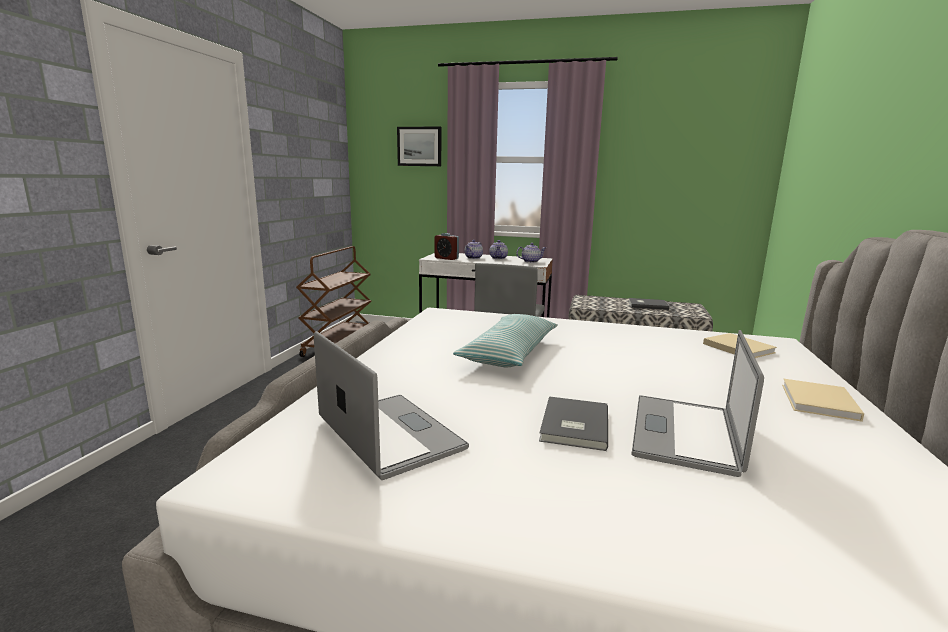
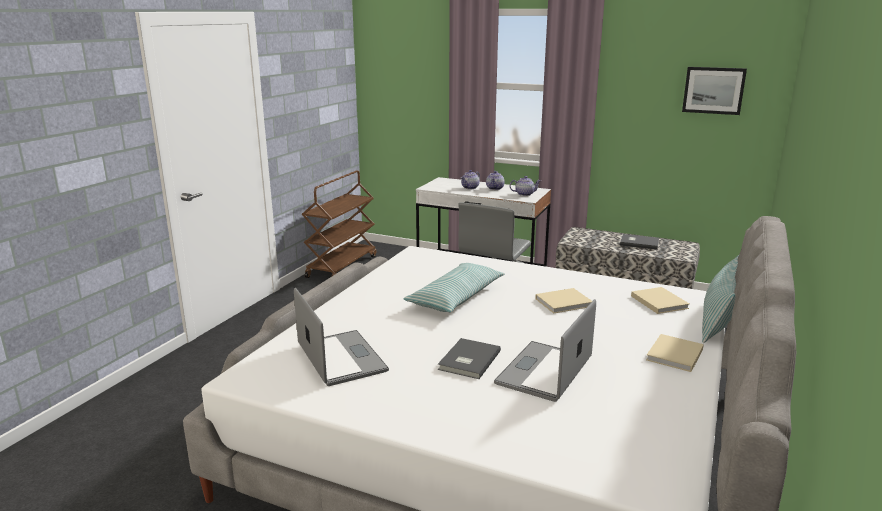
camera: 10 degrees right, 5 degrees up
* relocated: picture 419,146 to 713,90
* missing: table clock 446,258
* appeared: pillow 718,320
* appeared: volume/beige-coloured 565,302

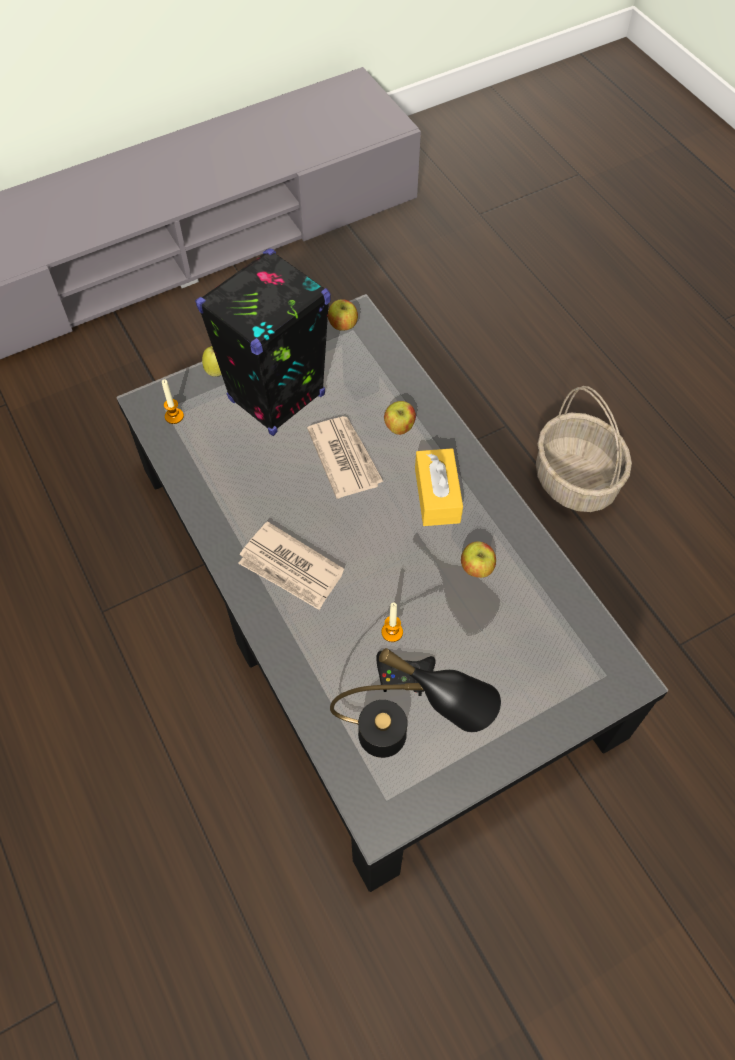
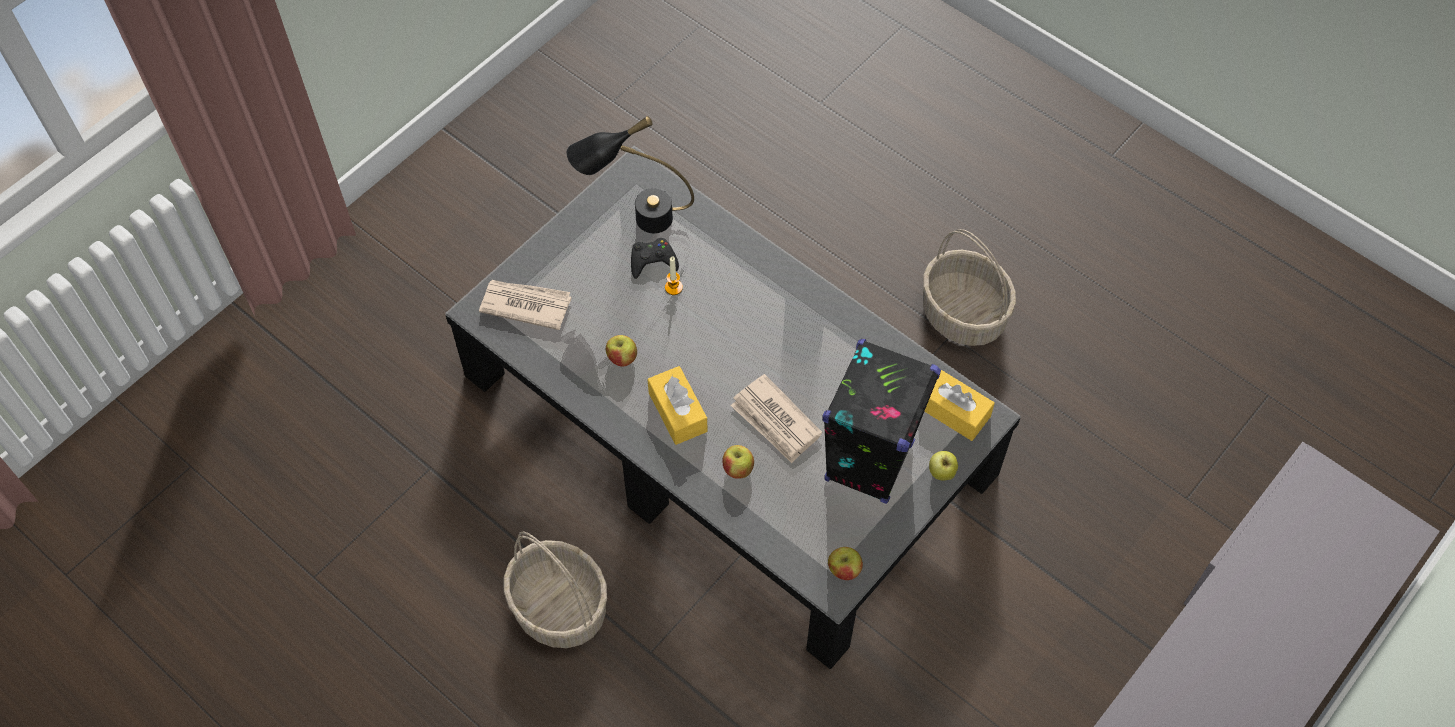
camera: 160 degrees right, 0 degrees up
* exchanged: wax light 174,416 to box of tissues/yellow 953,411
* relocated: newspaper 291,569 to 525,304
* appeared: basket 964,315

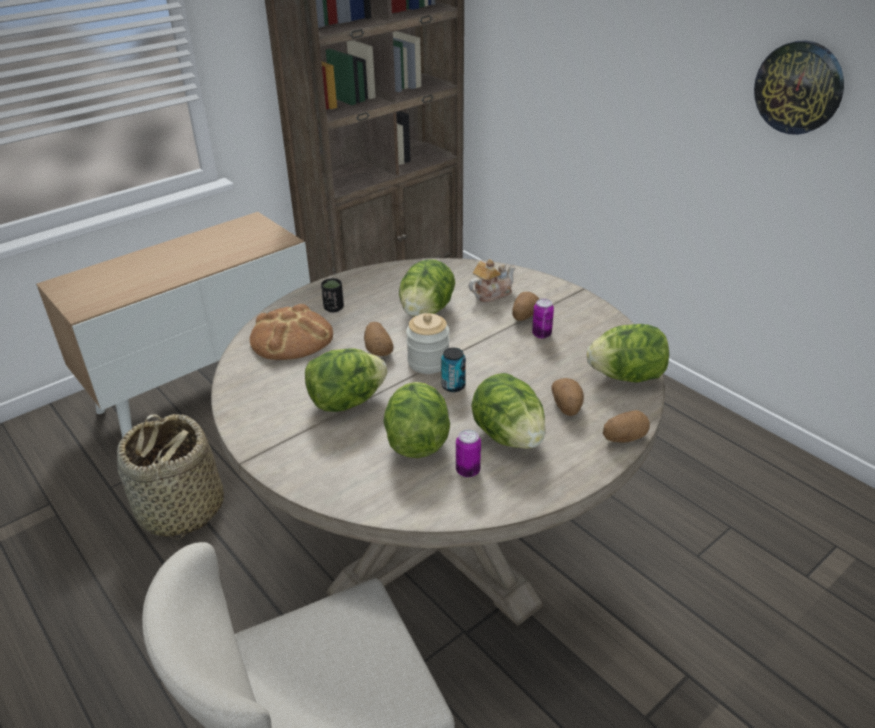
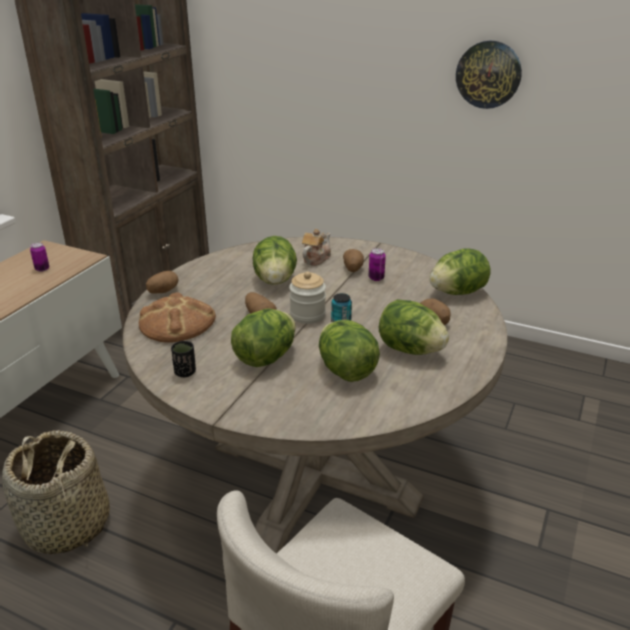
camera: 25 degrees left, 5 degrees down
* relocated: small cup/black 334,308 to 185,372
* relocated: spud 624,438 to 163,291
* relocated: metal can 468,471 to 42,269

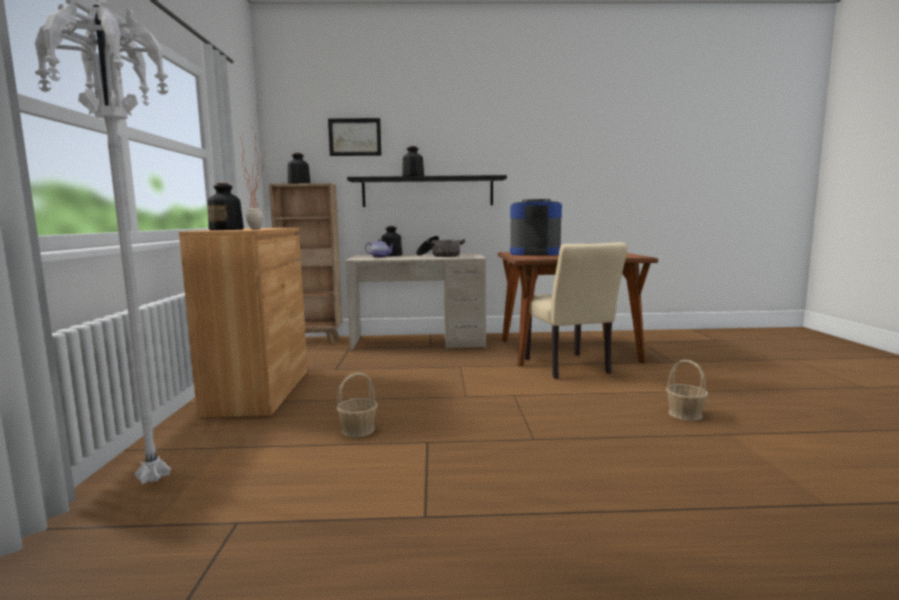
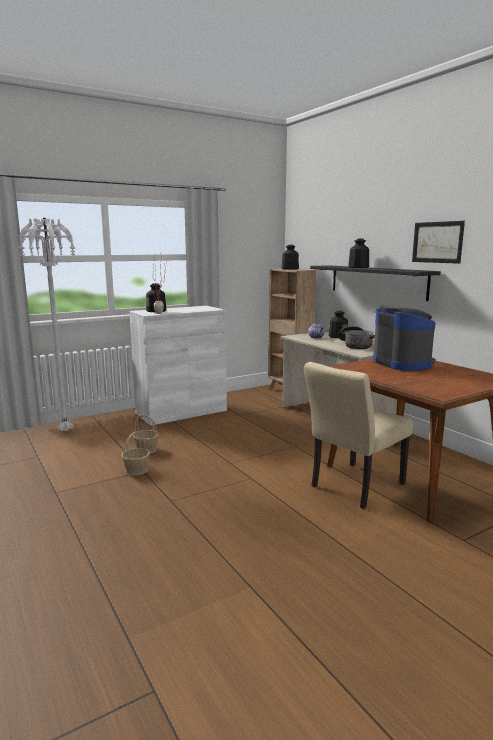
camera: 60 degrees right, 5 degrees up
* relocated: picture 355,137 to 437,242
* colour: cabinet/brownish 259,391 to cabinet/white-coloured 181,412
* relocated: basket 685,414 to 136,470

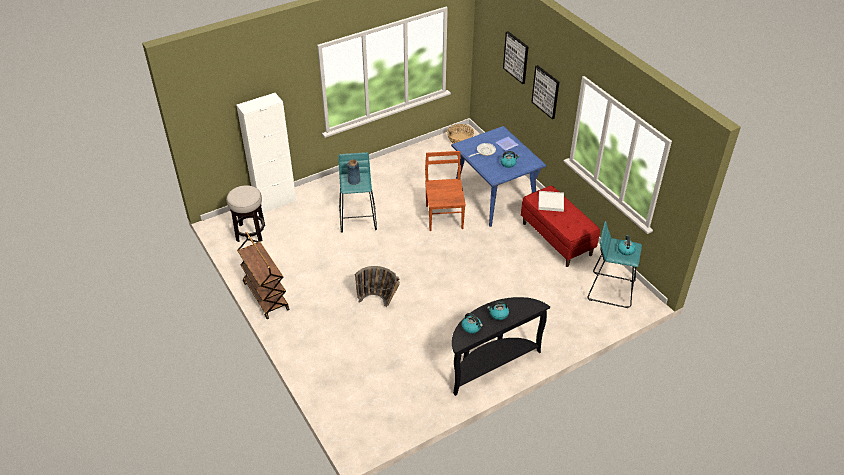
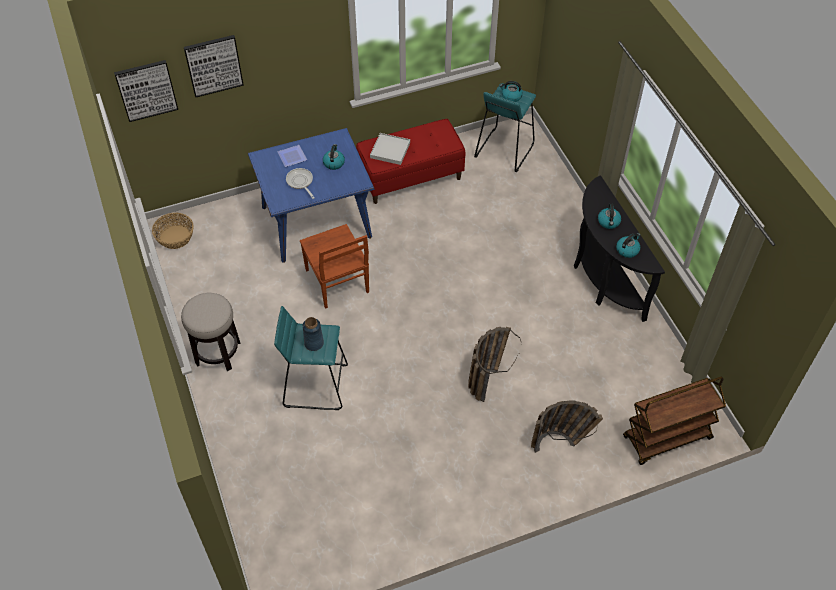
camera: 80 degrees left, 10 degrees up
* relocated: picture 546,91 to 146,90
* missing: cabinet/white-coloured 275,202
* spun: chair/brownish 444,216 = 337,282 120 degrees counterclockwise
* relocated: sitting stool 250,233 to 218,353
* relocated: wheeled cart/brownish 265,296 to 667,438
* appeared: basket 561,442

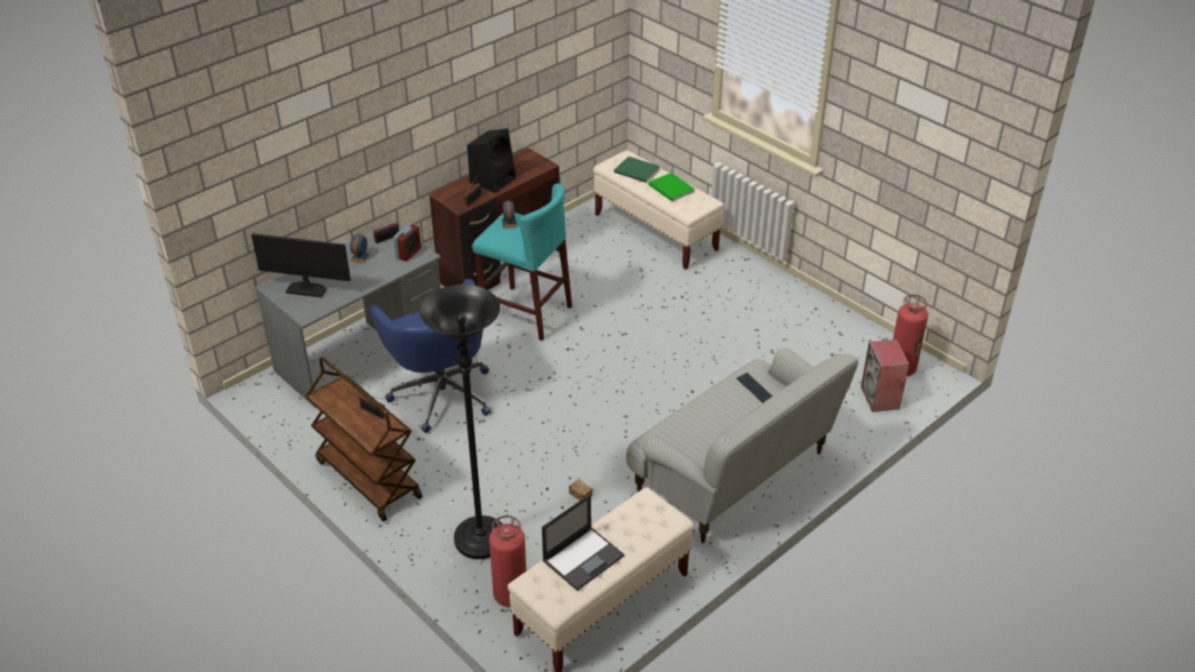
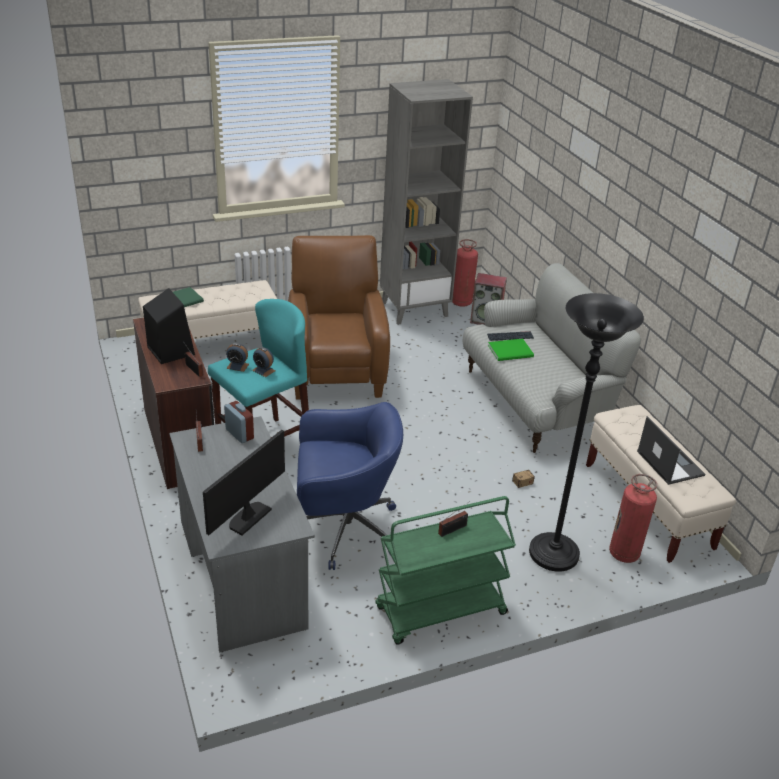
camera: 70 degrees left, 5 degrees down
* relocated: volume/greenish 671,189 to 512,351
* relocated: table clock 360,256 to 263,370
* colour: wheeled cart/brownish 367,479 to wheeled cart/greenish 440,612
* appeared: bookshelf/greyish 414,309
* appeared: armchair/brownish 336,368

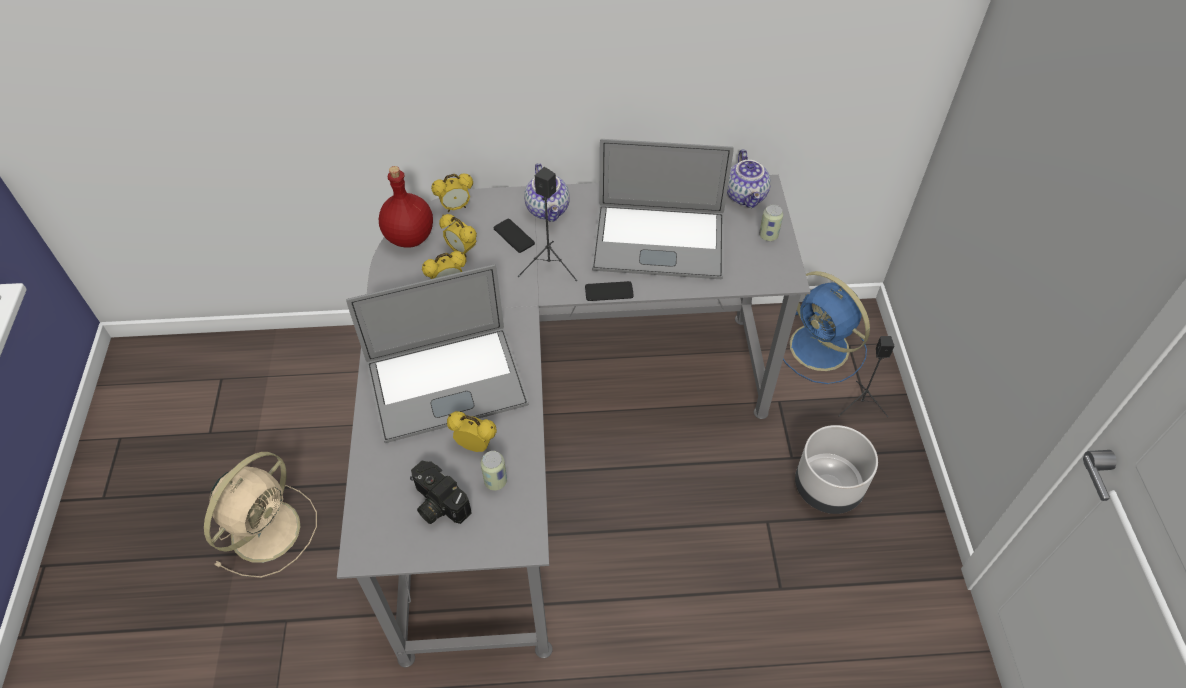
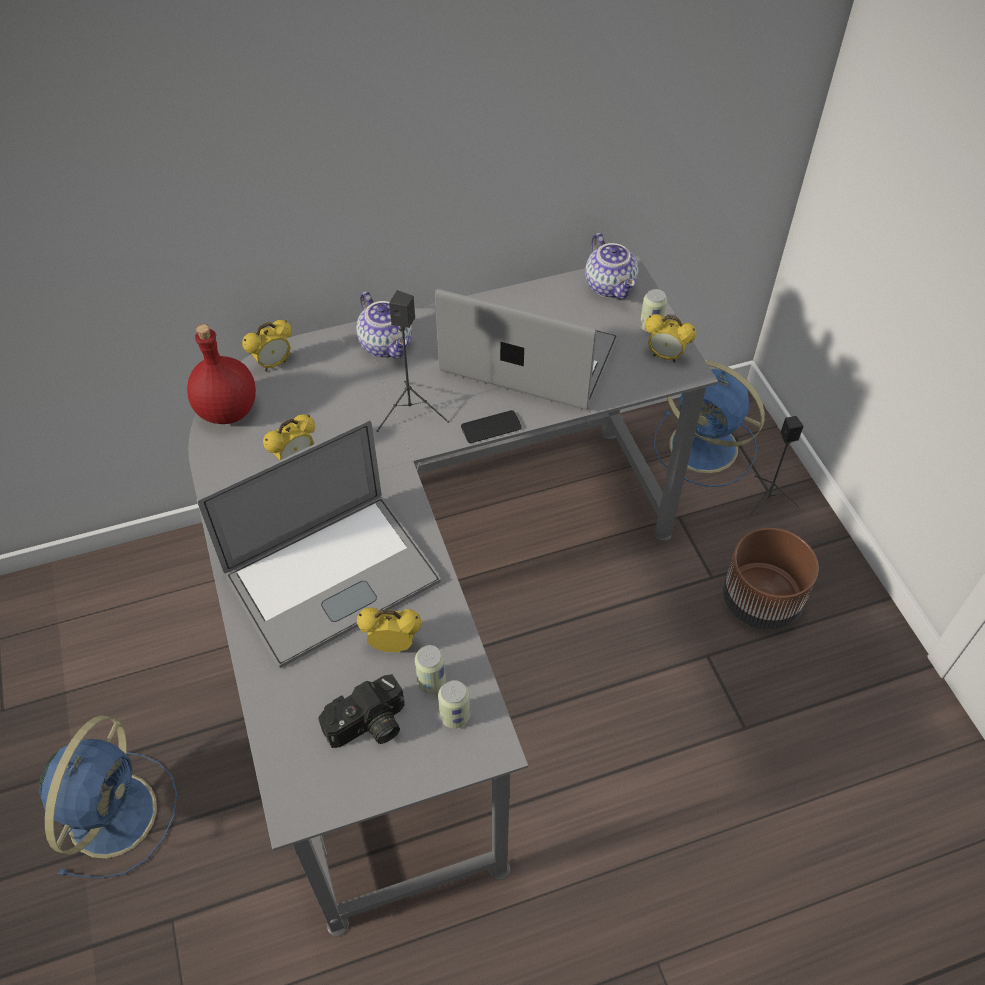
camera: 15 degrees left, 0 degrees up
* spun: notebook computer 659,241 = 529,357 150 degrees counterclockwise
* relocated: table clock 461,251 to 665,356
* missing: telephone 514,236
* colour: flower pot/greyish 828,487 to flower pot/brownish 761,601
* colour: cooling fan/beige-coloured 268,528 to cooling fan/bluish 114,810
* spun: photo camera 436,504 = 368,727 60 degrees counterclockwise
* appeared: metal can 455,716

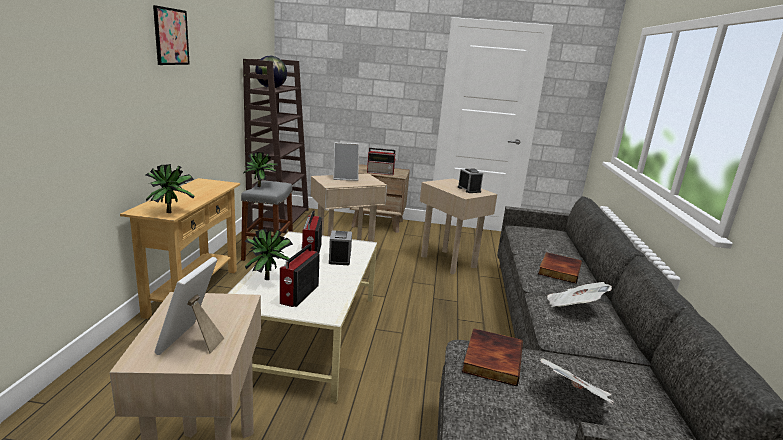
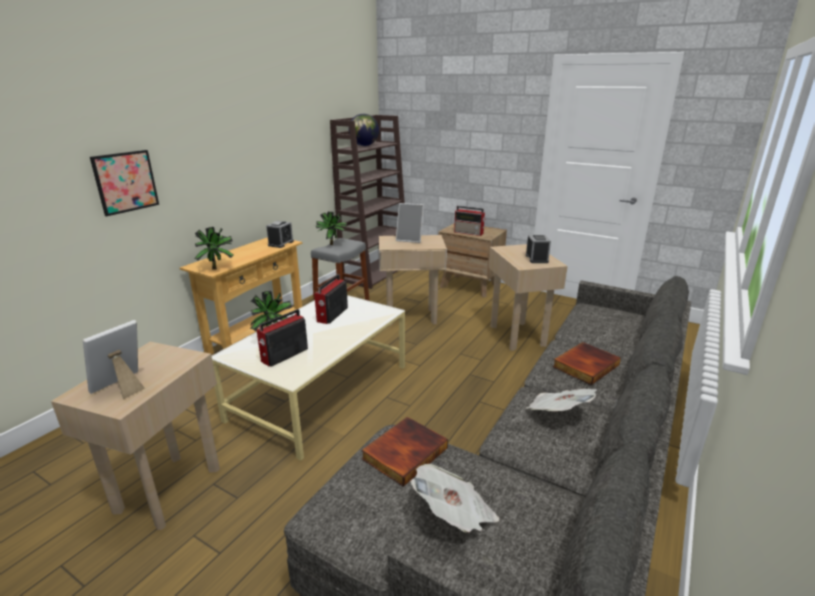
camera: 25 degrees right, 5 degrees up
* relocated: picture 171,36 to 125,182
* relocated: table clock 340,258 to 281,243

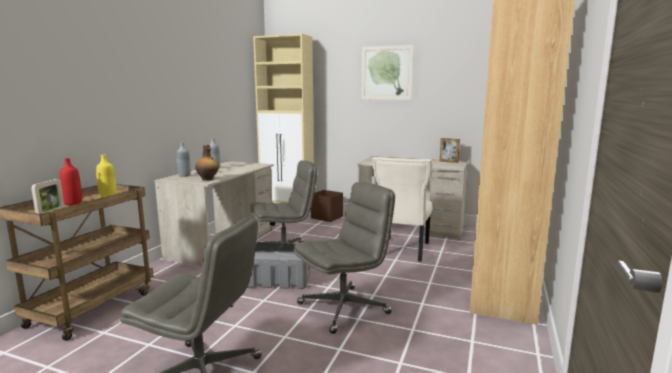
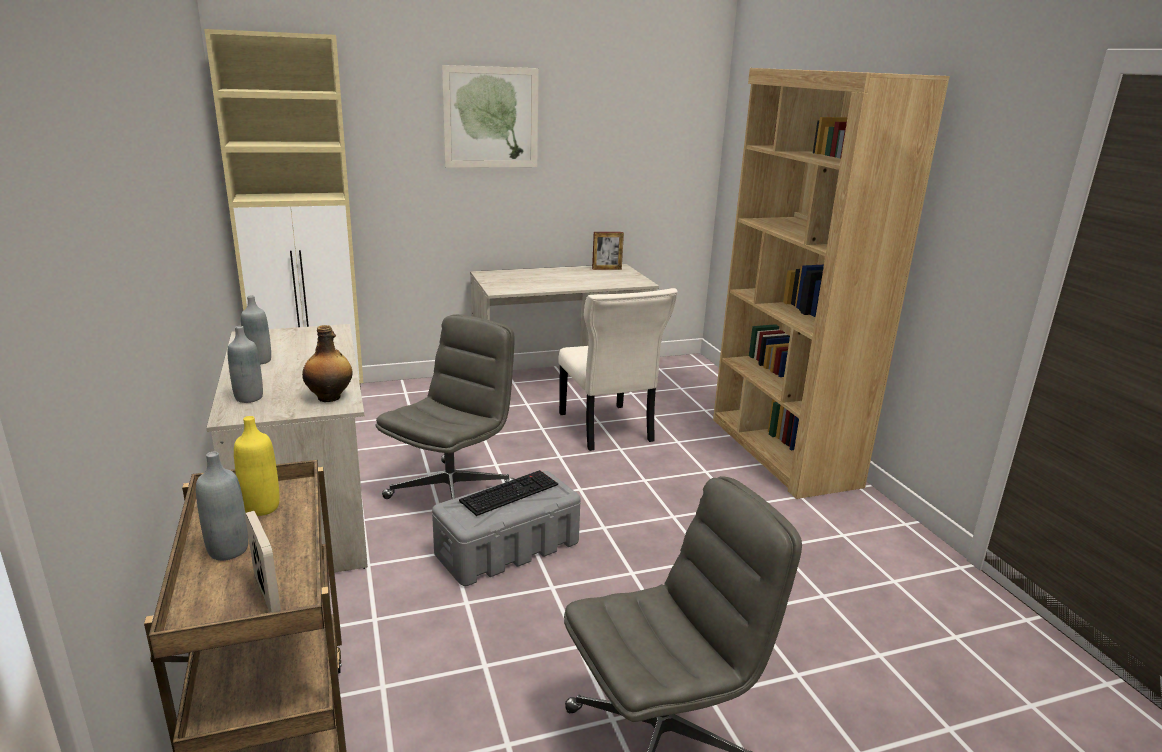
camera: 40 degrees left, 10 degrees up
* colour: beverage bottle/reddish 73,203 to beverage bottle/greyish 228,550
* missing: desk chair/greyish 344,308
* missing: storage container/brownish 327,217

